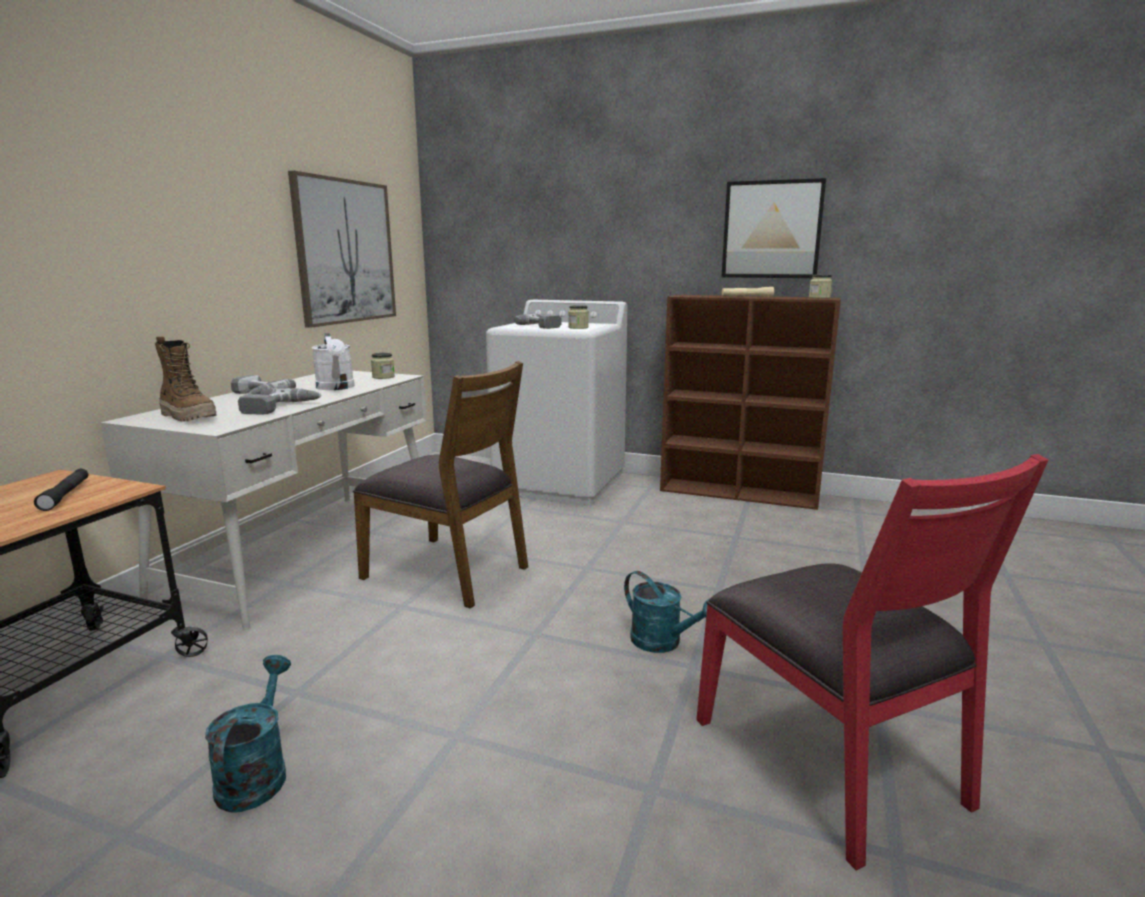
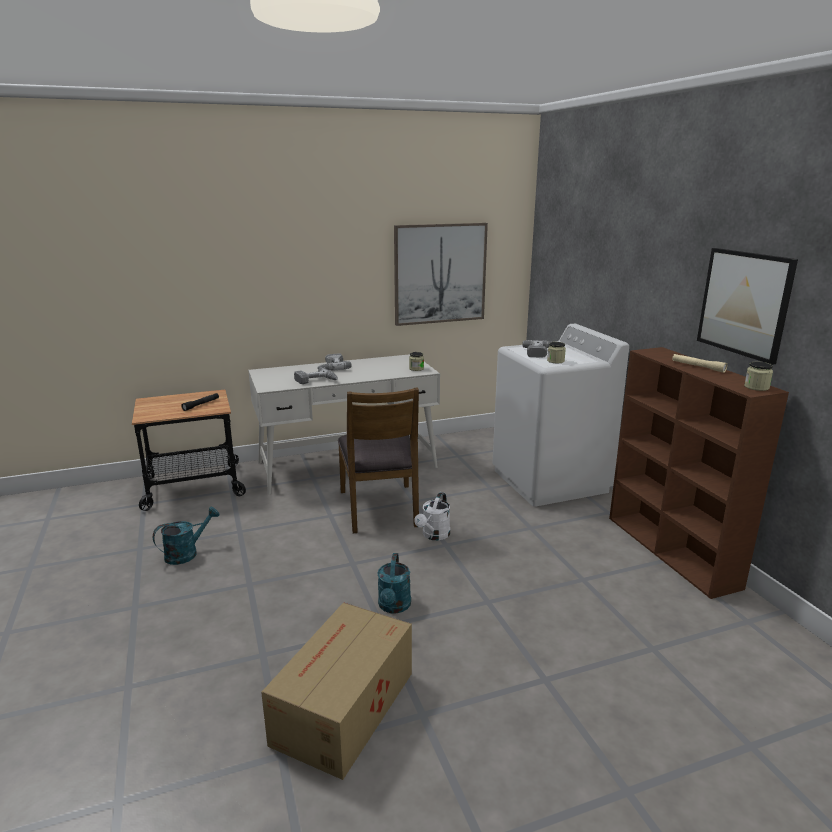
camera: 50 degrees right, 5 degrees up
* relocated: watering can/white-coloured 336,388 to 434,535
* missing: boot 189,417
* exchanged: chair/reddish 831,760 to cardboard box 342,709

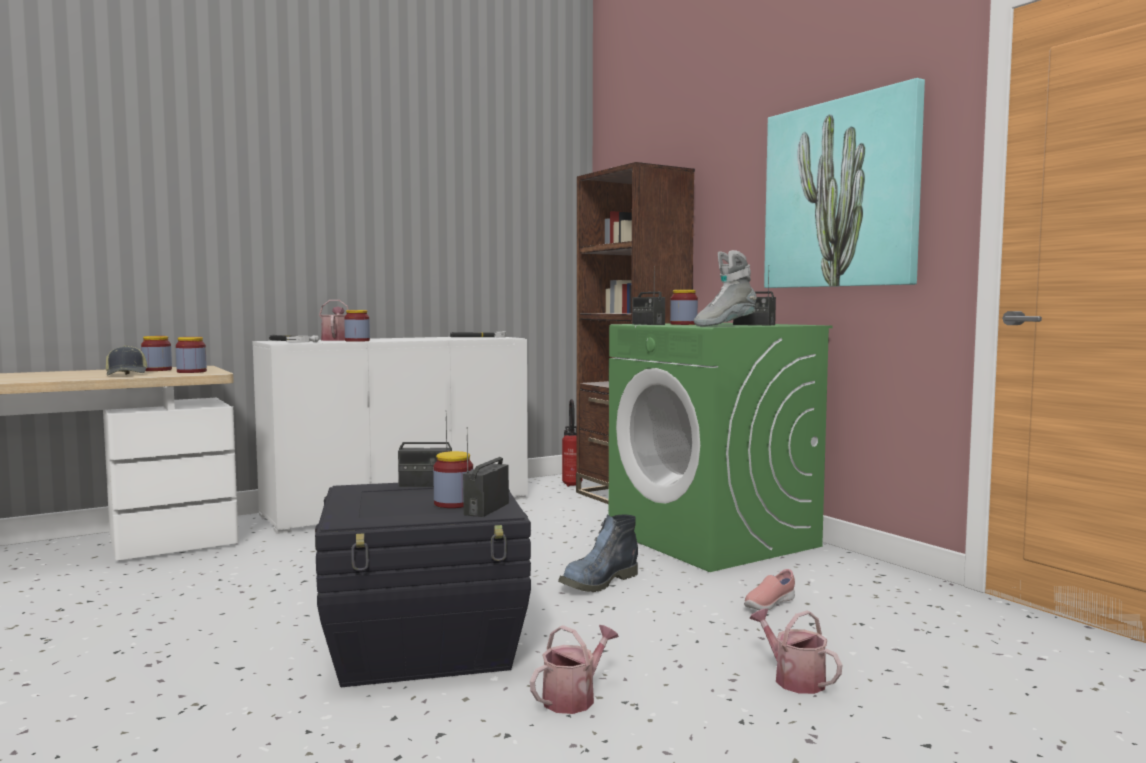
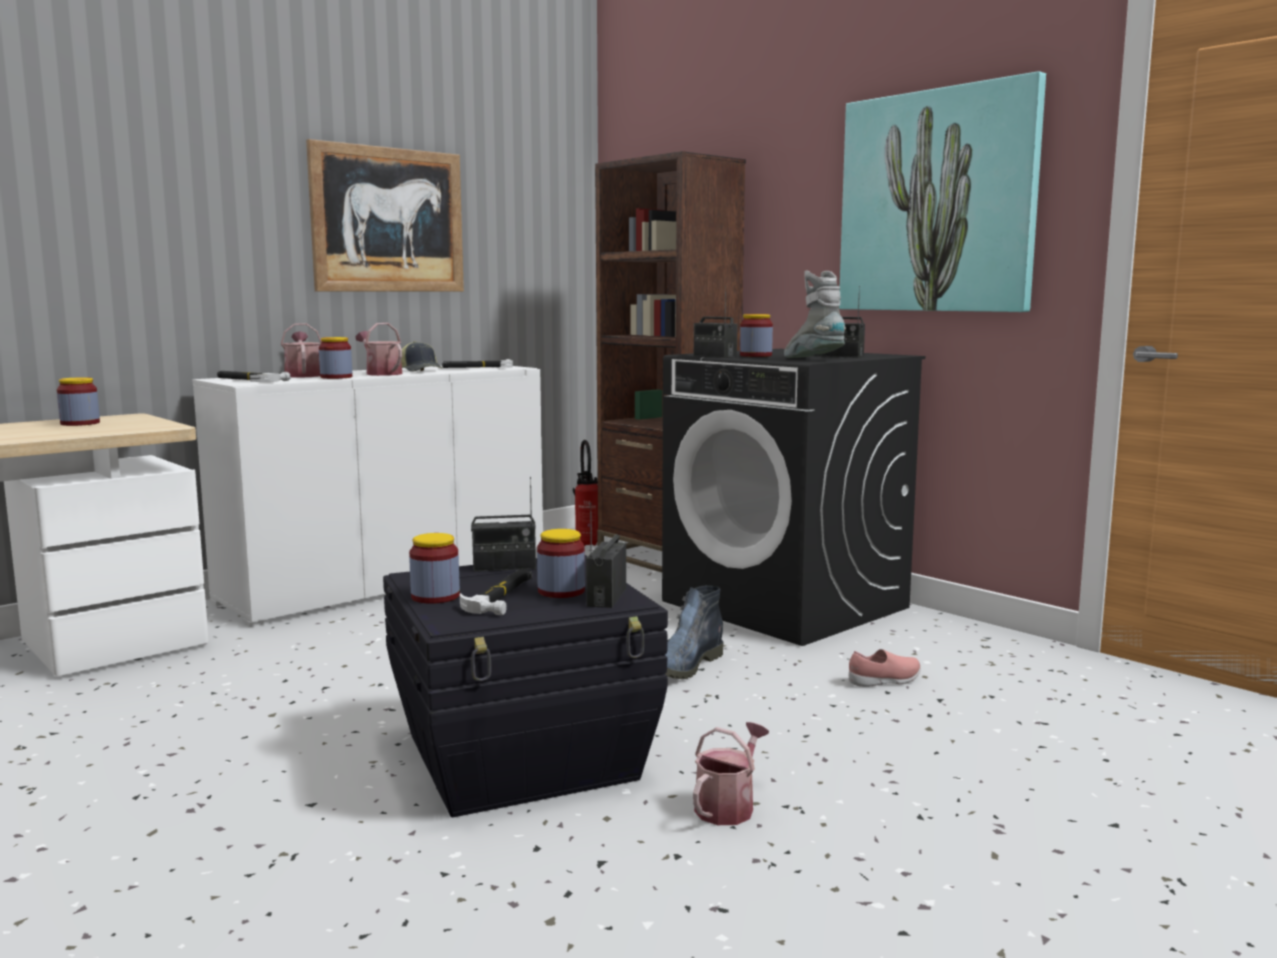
camera: 10 degrees left, 5 degrees up
* spun: boot/greyish 724,326 = 813,360 105 degrees clockwise
* colour: laundry machine/greenish 713,539 to laundry machine/black 786,605
* relocated: jar 191,372 to 435,596
* relocated: peaked cap 127,374 to 421,370
* spun: item of footwear/pink 768,605 = 885,681 150 degrees counterclockwise
* relocated: watering can 794,679 to 381,373
* appeared: picture 388,220
* appeared: hammer 502,596

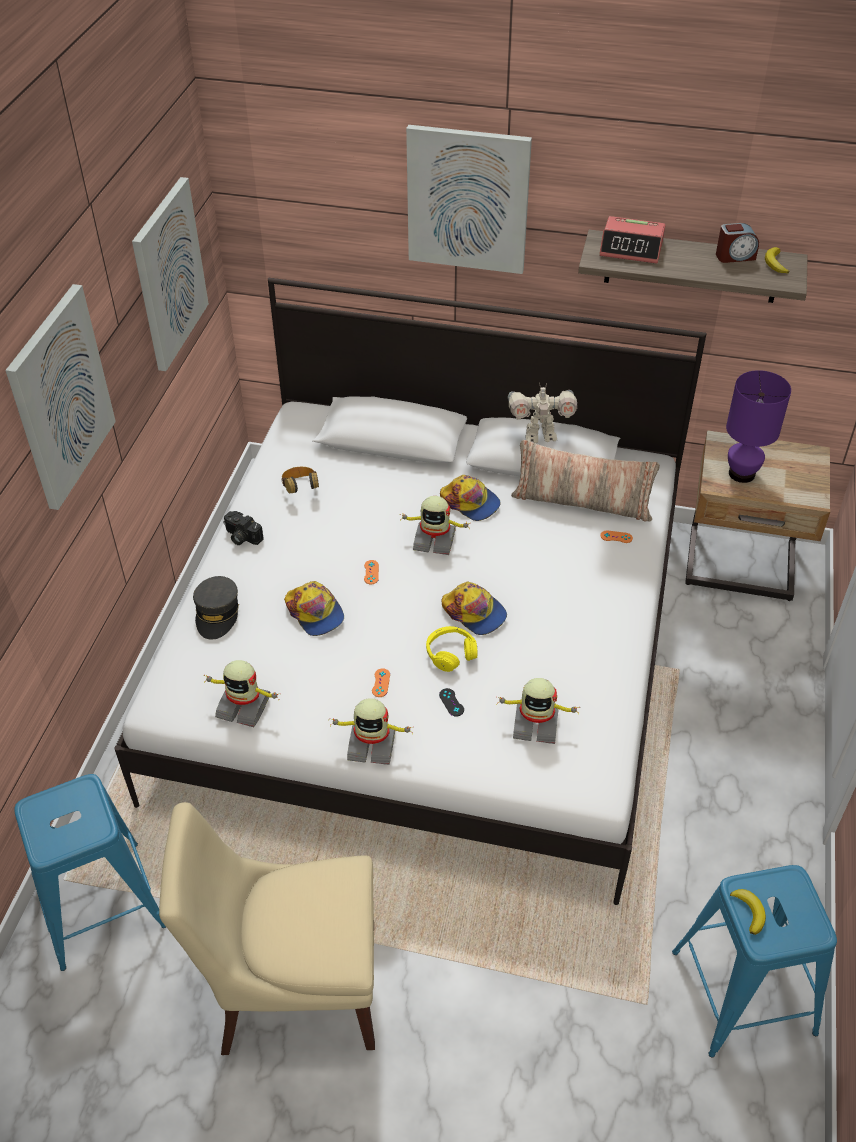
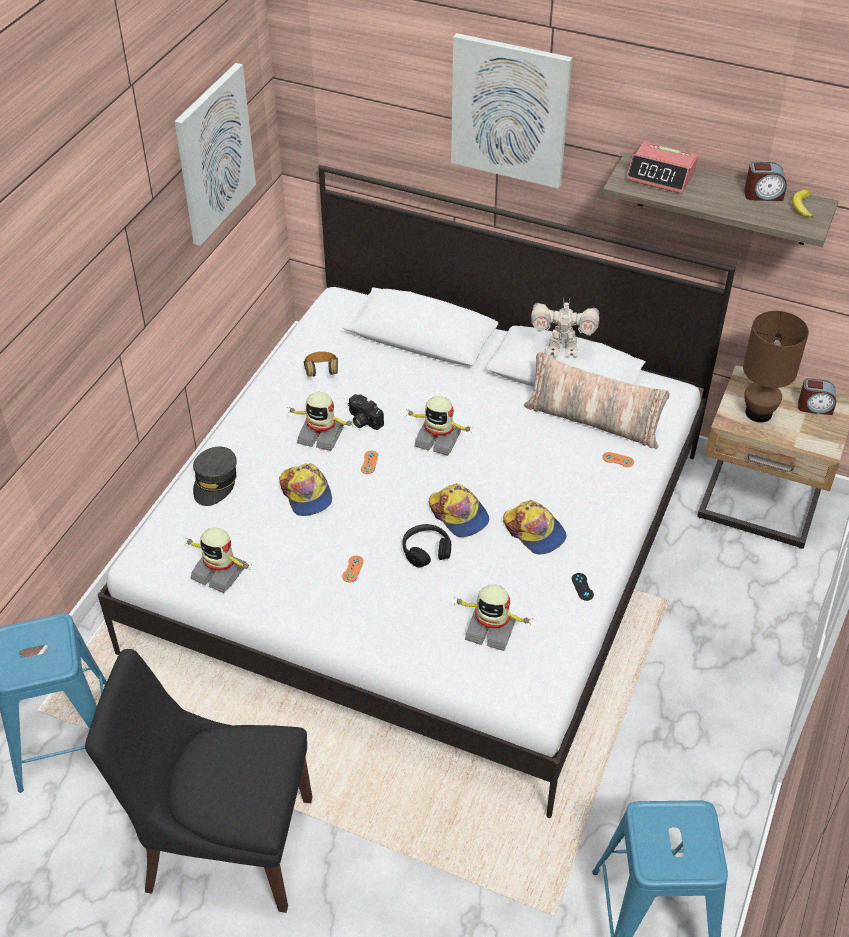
camera: 10 degrees right, 0 degrees up
* missing: picture 60,397
* colour: table lamp/purplish 742,474 to table lamp/brownish 758,413
* relocated: peaked cap 470,502 to 535,531
* relocated: photo camera 241,537 to 363,420
* colour: headset/yellow 450,653 to headset/black 426,550
* relocated: gamepad/black 451,702 to 582,587
* relocated: toy robot 372,744 to 321,435
* colour: chair/beige-coloured 292,987 to chair/black 223,842
* missing: banana fruit 749,911
* appeared: table clock 815,407

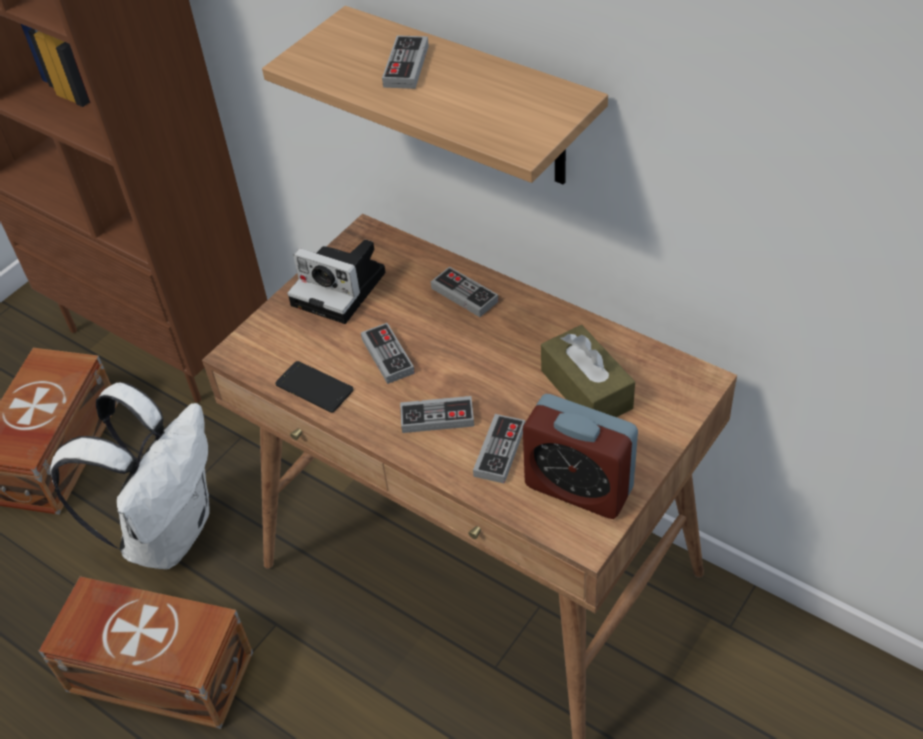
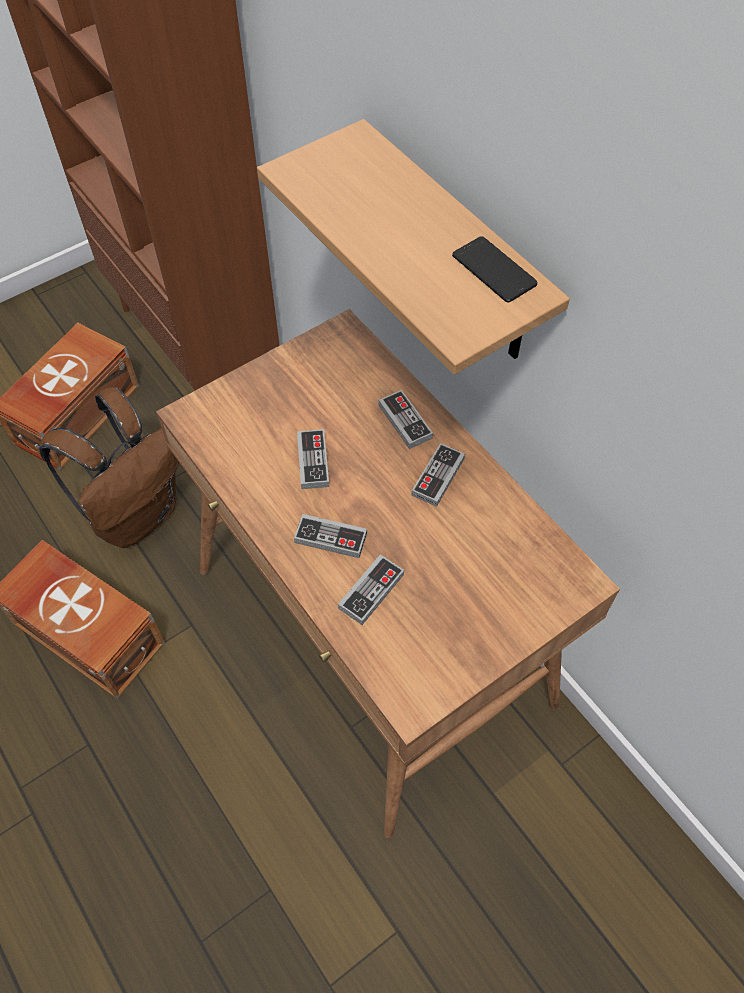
camera: 15 degrees right, 10 degrees up
* relocated: gamepad 406,66 to 438,477
* missing: photo camera 342,289
* missing: box of tissues/brownish 586,389
* relocated: telephone 314,387 to 494,270
* colour: knapsack/white-coloured 168,531 to knapsack/brownish 137,514
* missing: table clock 578,487

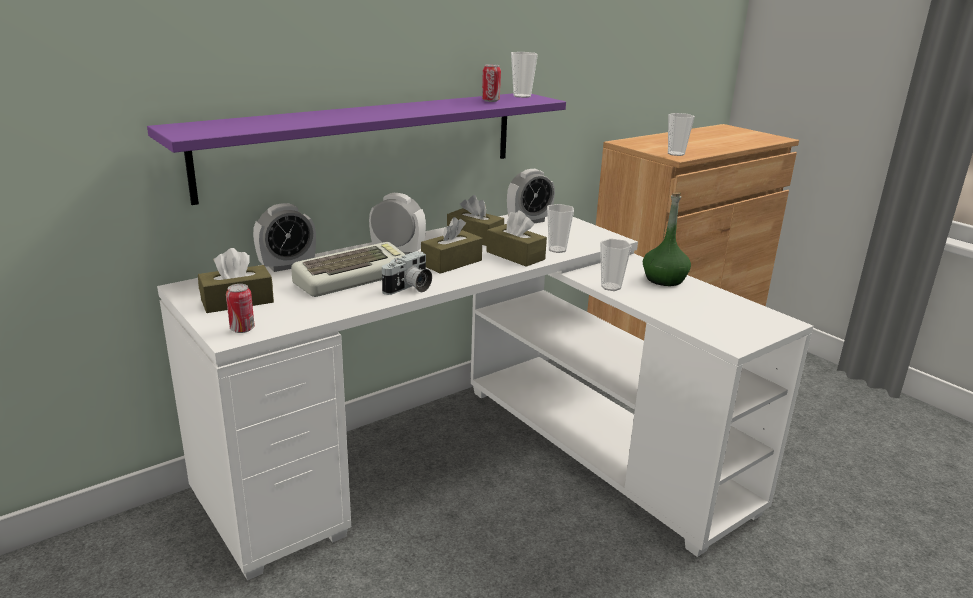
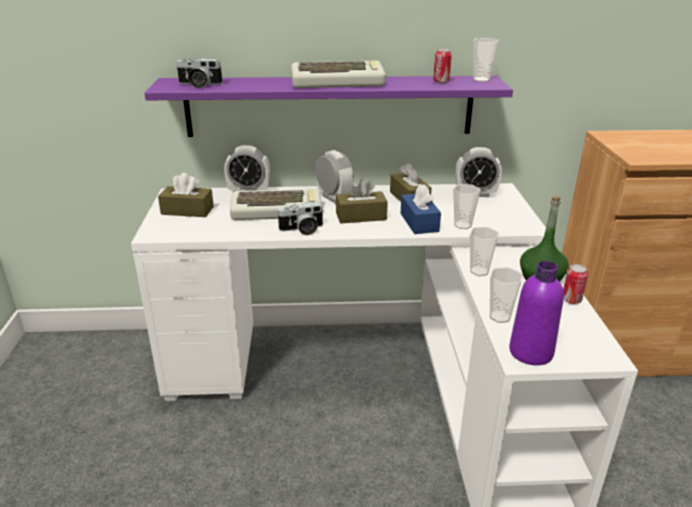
camera: 35 degrees right, 5 degrees up
* relocated: small cup 676,154 to 500,317
* colour: box of tissues/brownish 515,255 to box of tissues/bluish 419,222
* relocated: metal can 242,329 to 571,300
* appeared: photo camera 199,85
* appeared: computer keyboard 338,83
* appeared: beverage bottle/purplish 531,352

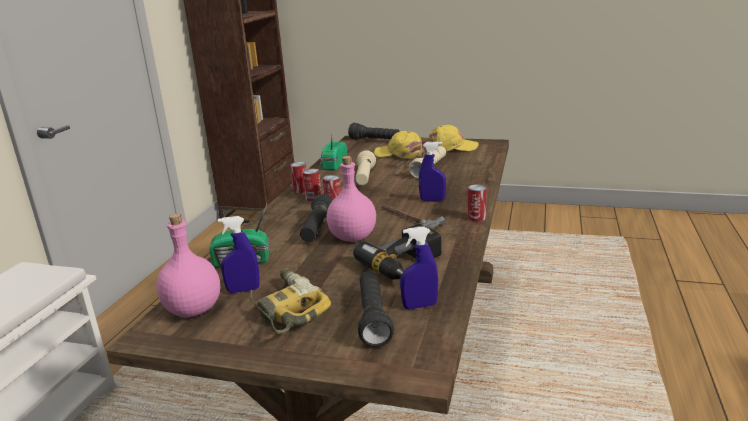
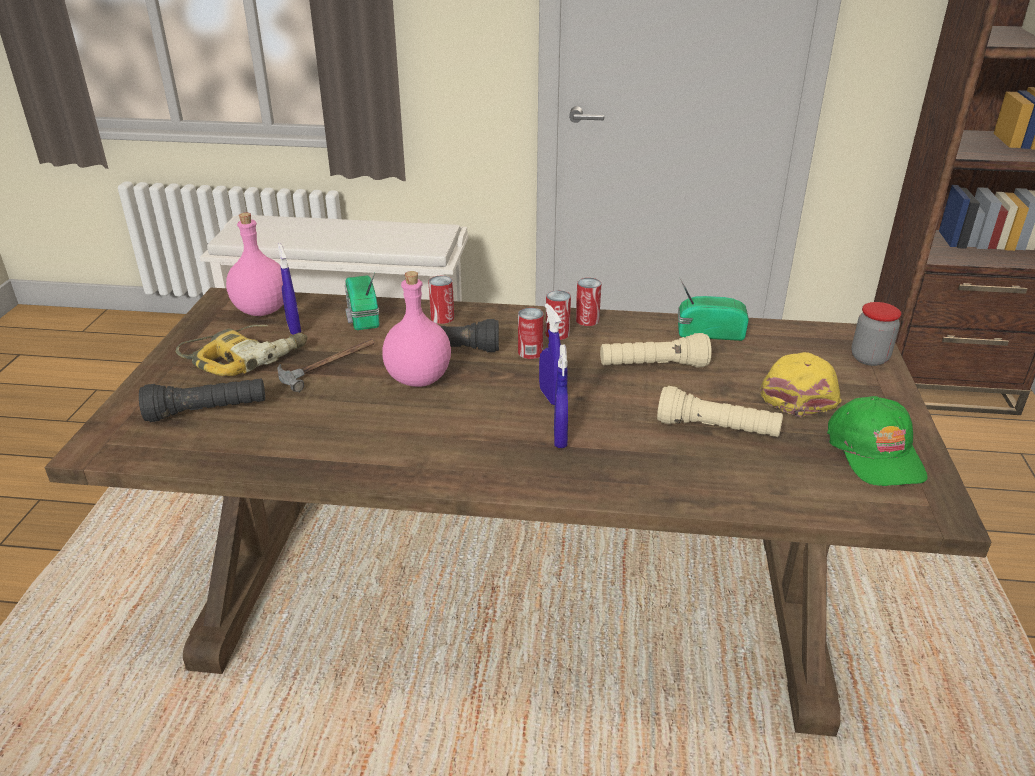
camera: 80 degrees right, 10 degrees up
* exchanged: hand torch/black 375,140 to jar 869,358
* colour: peaked cap/yellow 451,147 to peaked cap/greenish 875,453
* relocated: metal can 476,217 to 442,318
* relocated: hammer 406,218 to 329,364
* missing: power drill 405,266
* relocated: sprayer/bluish 419,306 to 551,396

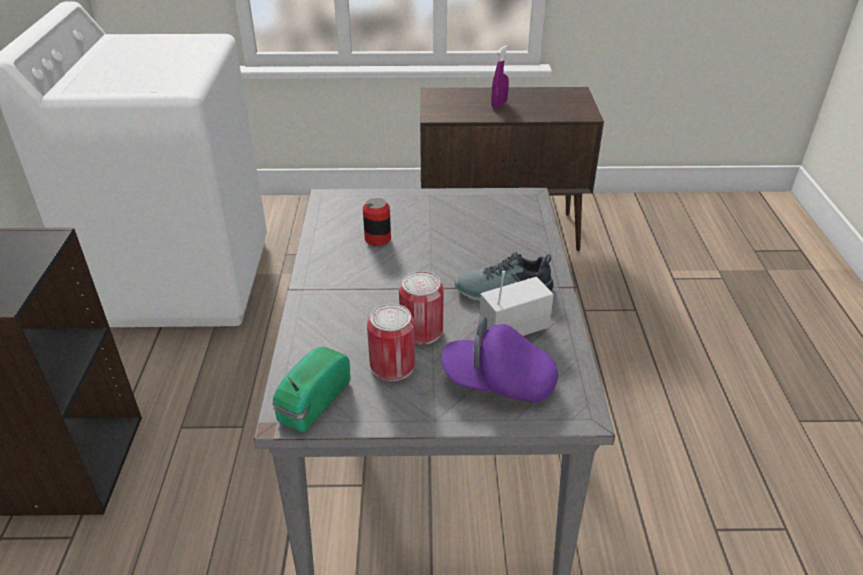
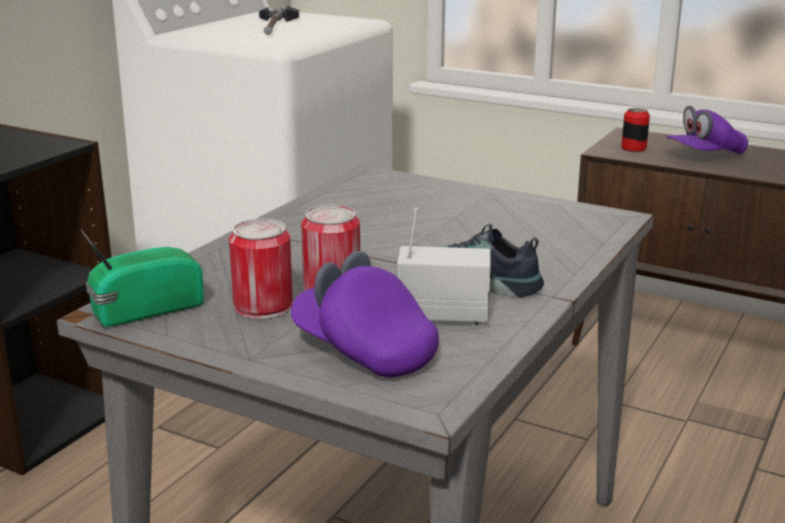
camera: 30 degrees right, 15 degrees down
* exchanged: sprayer/purplish 499,105 to peaked cap/purplish 705,155
* relocated: metal can 377,239 to 633,148
* appeared: hammer 275,27

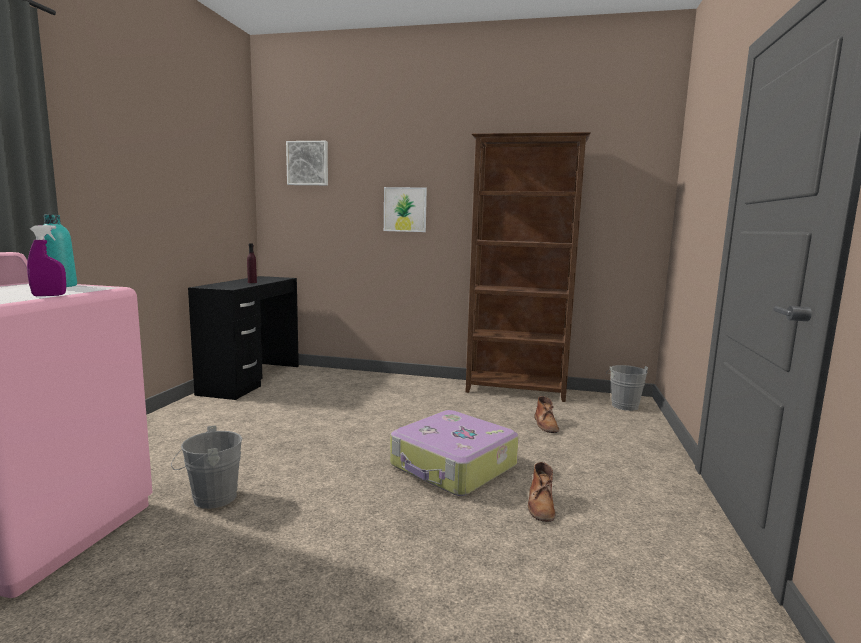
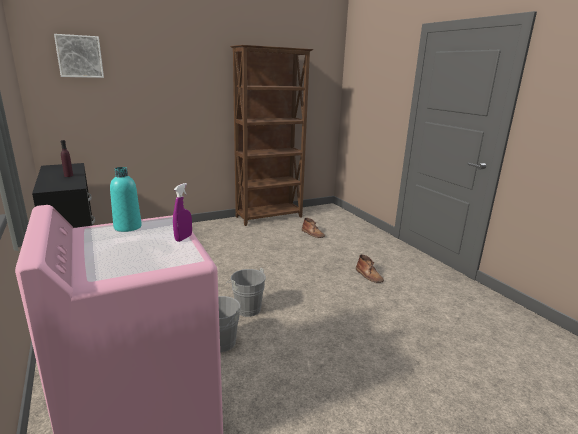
camera: 40 degrees left, 10 degrees up
* missing: picture 405,209
* relocated: pail/greyish 623,405 to 246,308
* missing: suitcase 453,466

